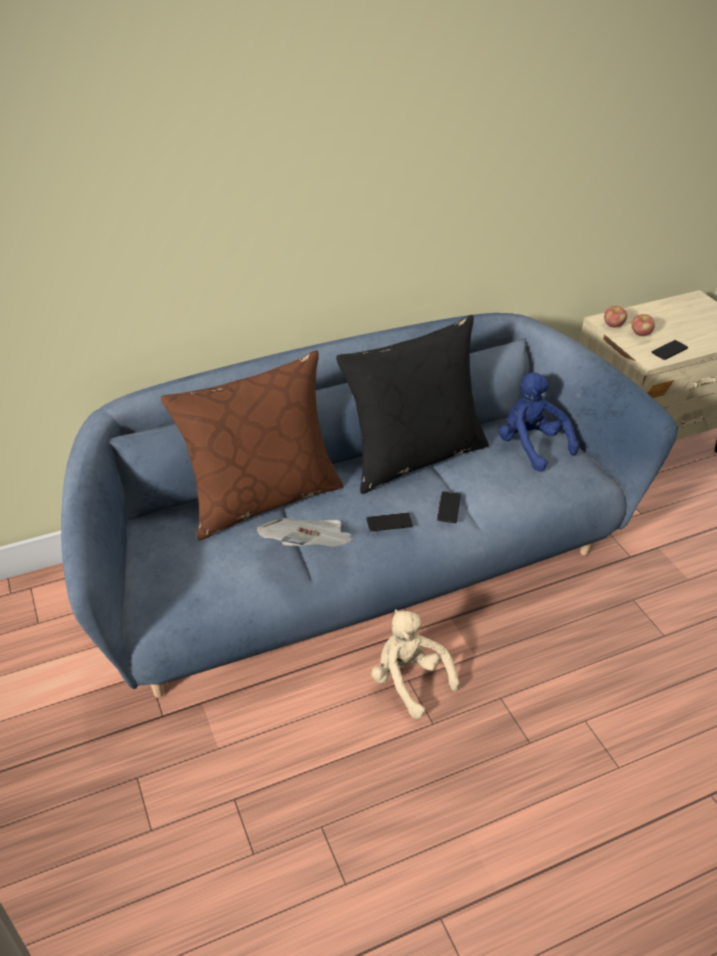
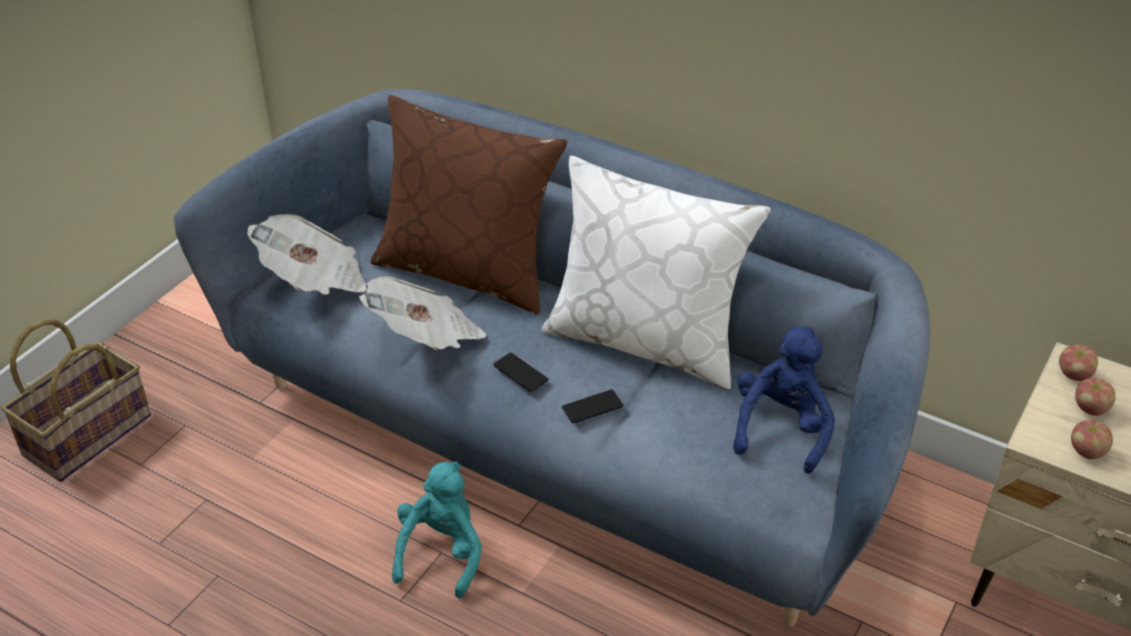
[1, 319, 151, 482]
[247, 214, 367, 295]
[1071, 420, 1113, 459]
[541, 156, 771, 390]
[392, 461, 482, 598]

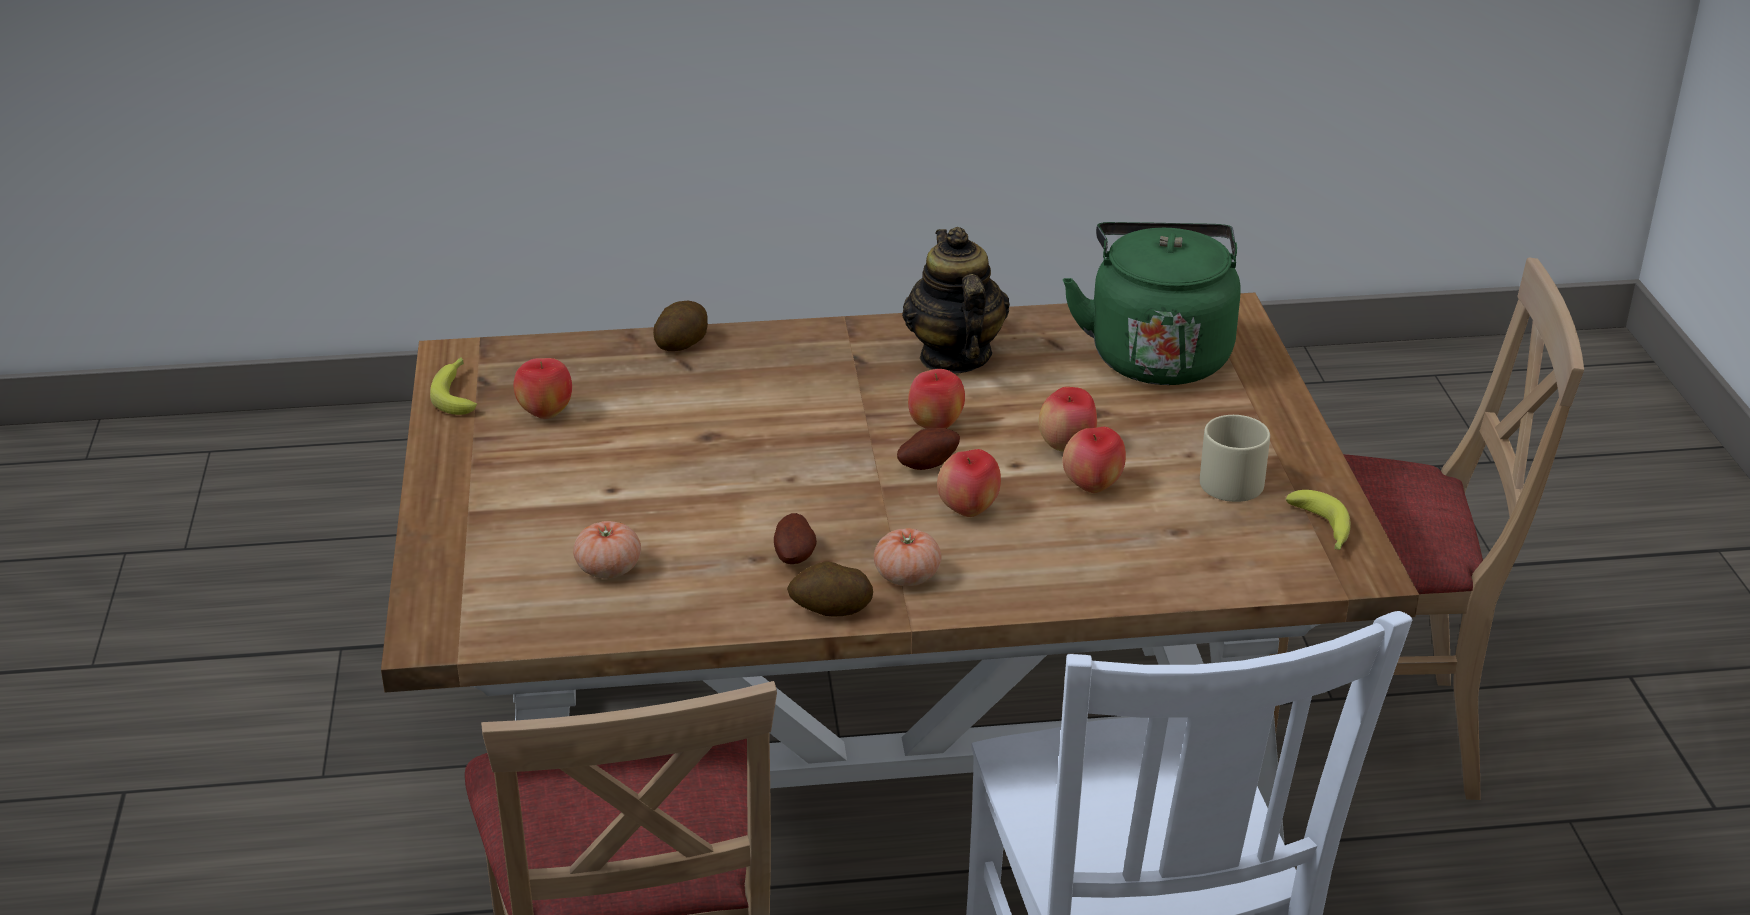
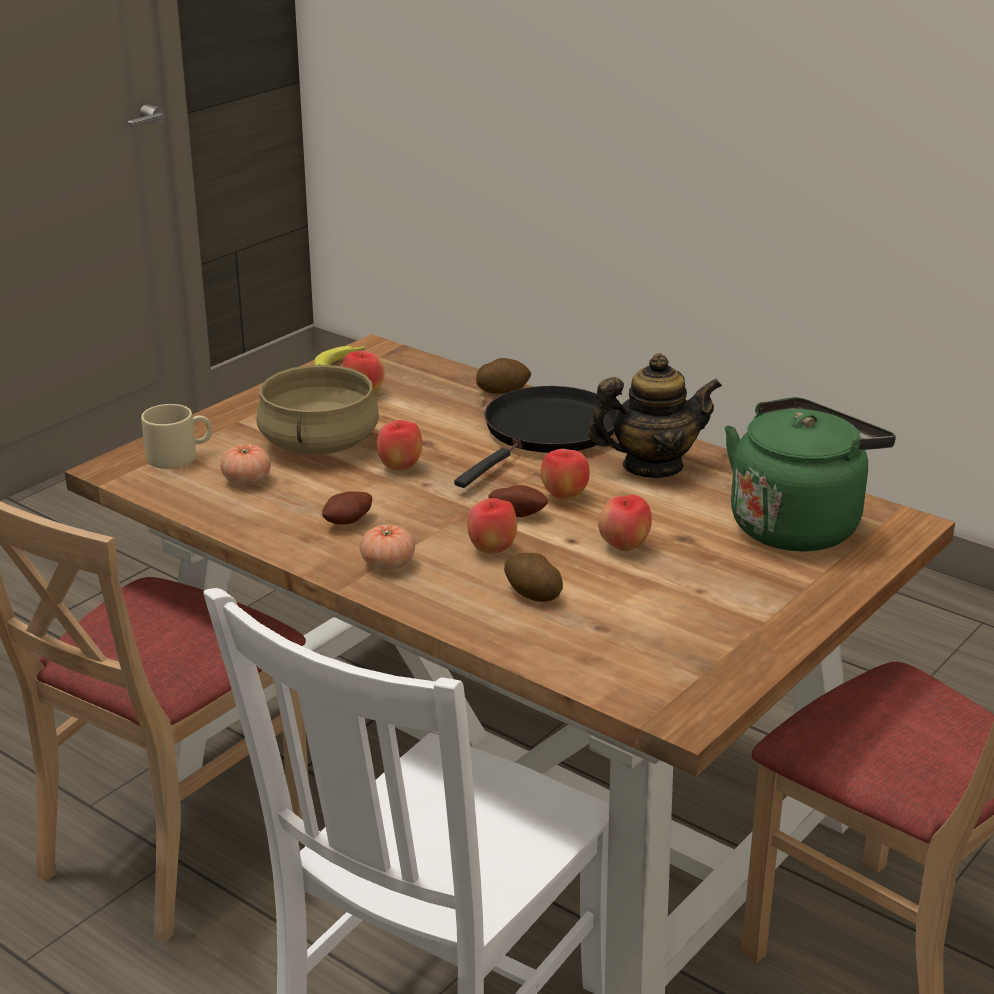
[1285, 490, 1351, 550] (first image)
[256, 364, 379, 455]
[454, 386, 618, 488]
[504, 553, 563, 602]
[377, 420, 422, 470]
[141, 404, 212, 469]
[588, 353, 722, 478]

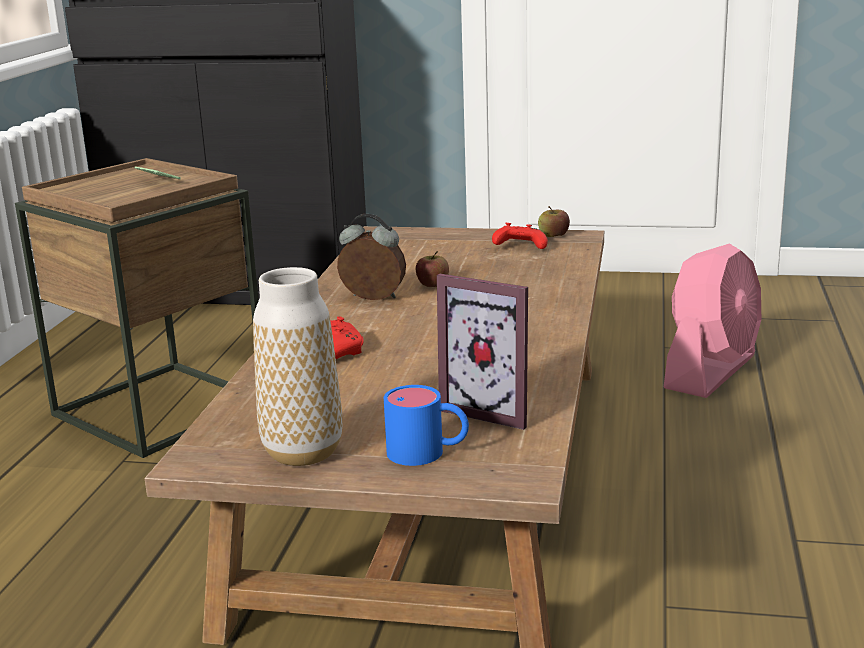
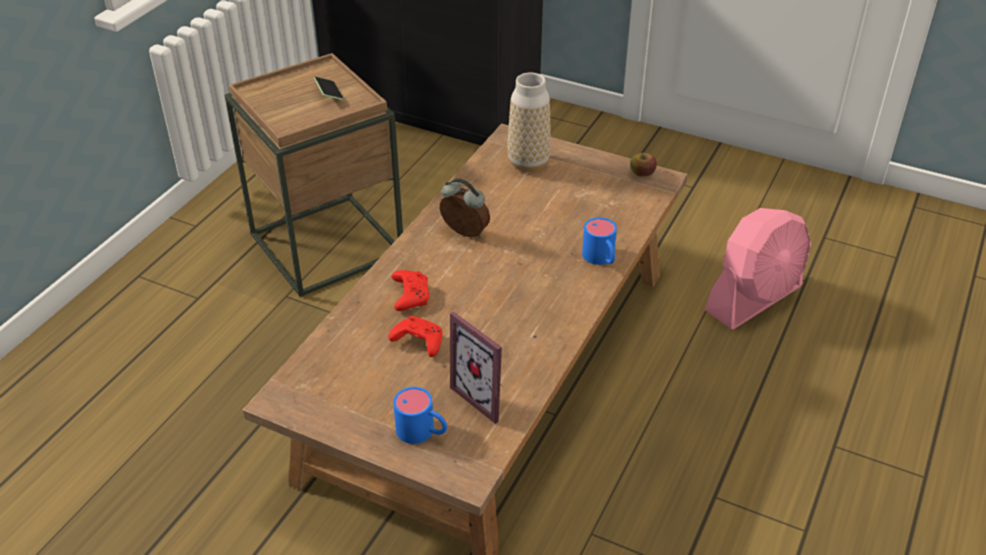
[416, 251, 449, 287] (first image)
[582, 217, 617, 265]
[507, 72, 551, 172]
[388, 316, 442, 357]

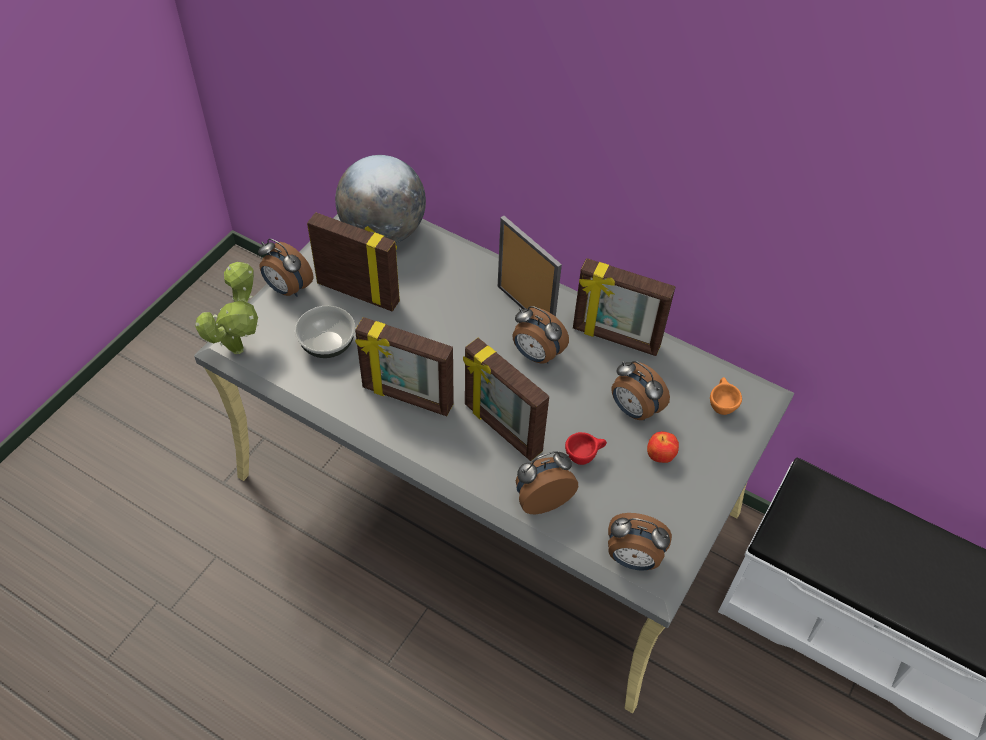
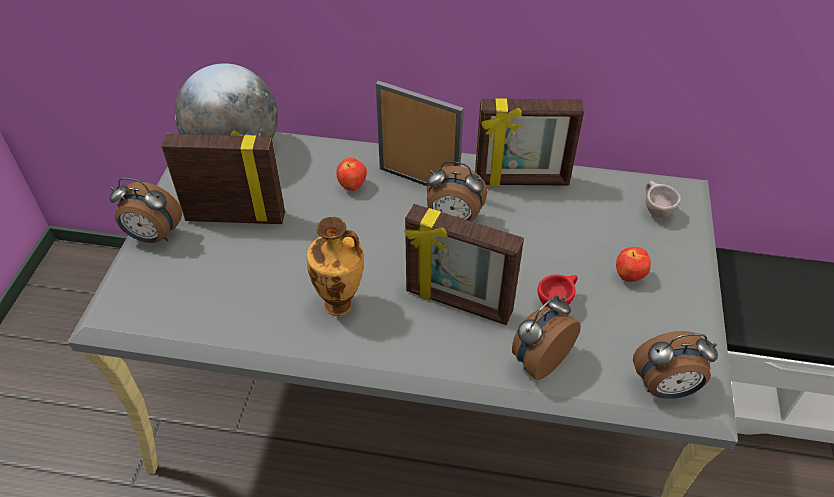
[195, 262, 258, 354] (first image)
[295, 306, 355, 358] (first image)
[612, 361, 670, 421] (first image)
[336, 158, 367, 191]
[307, 217, 364, 316]
[646, 181, 681, 218]

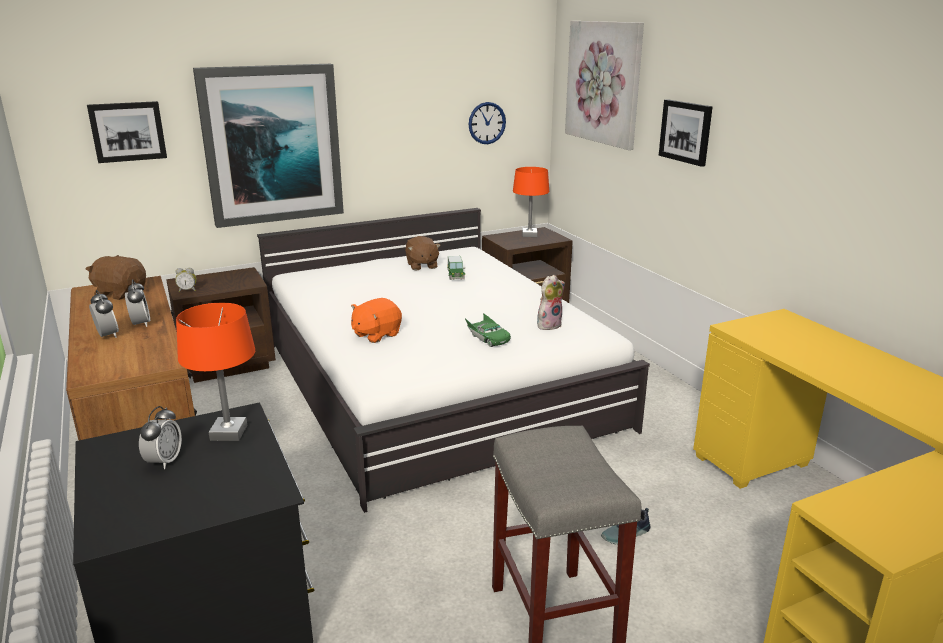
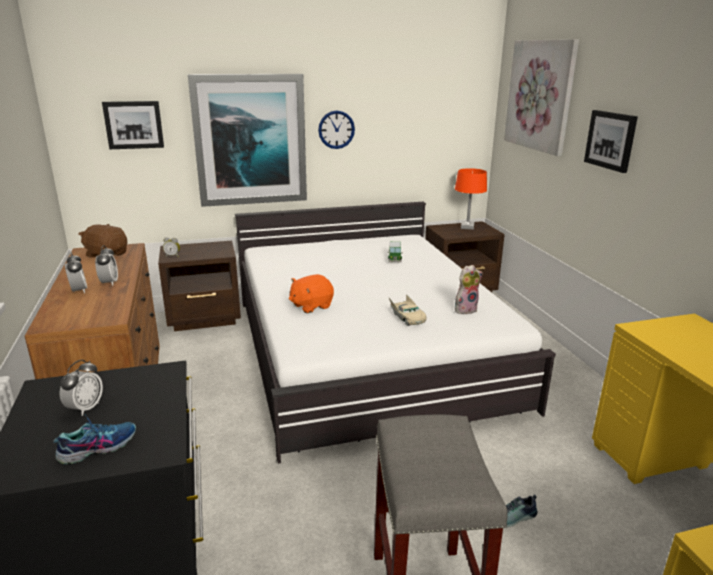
[176, 303, 255, 441] (first image)
[405, 236, 441, 271] (first image)
[53, 415, 136, 465]
[318, 110, 355, 149]
[389, 294, 427, 326]

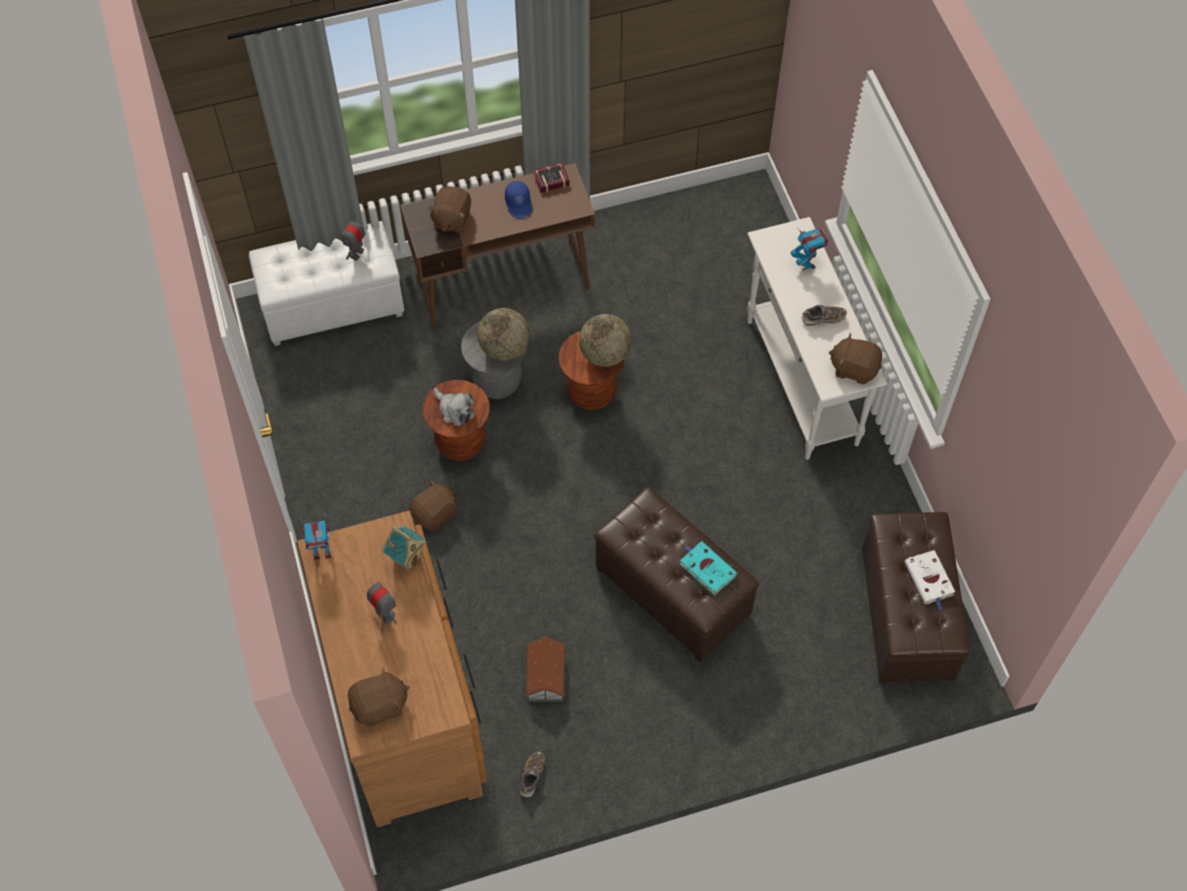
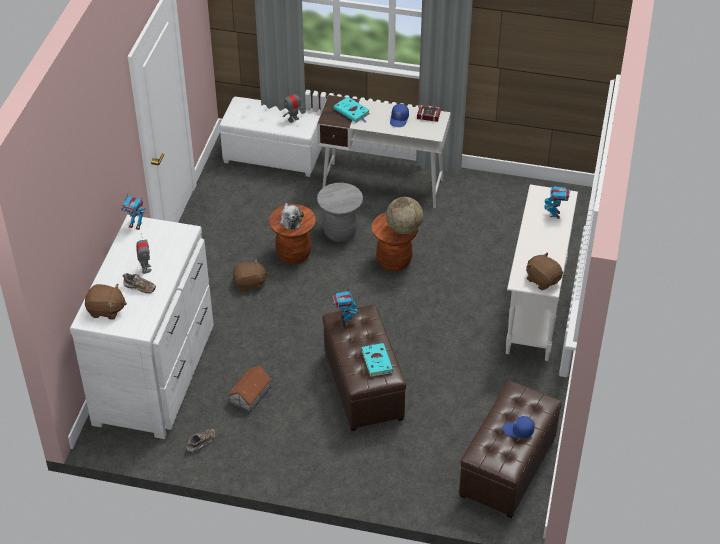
[382, 525, 426, 571] (first image)
[477, 308, 530, 361] (first image)
[332, 286, 358, 324]
[123, 273, 156, 294]
[334, 97, 369, 123]
[503, 416, 534, 438]
[70, 215, 214, 439]
[317, 95, 451, 208]

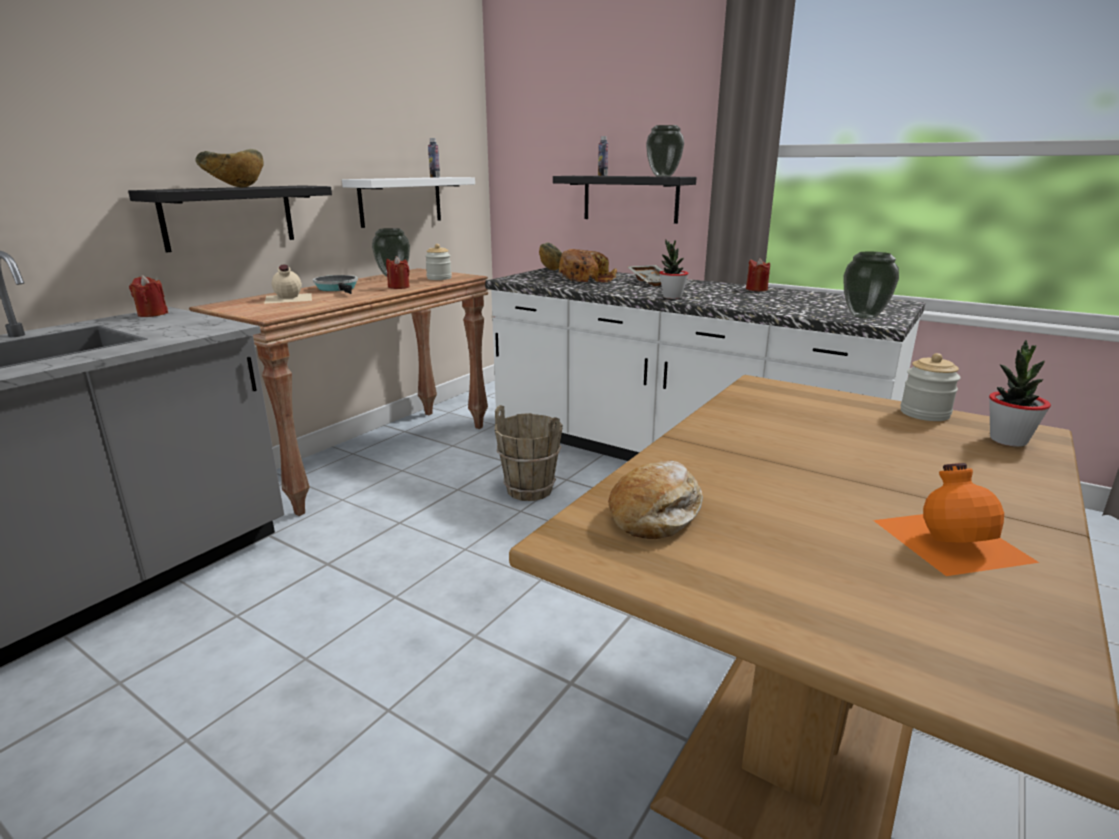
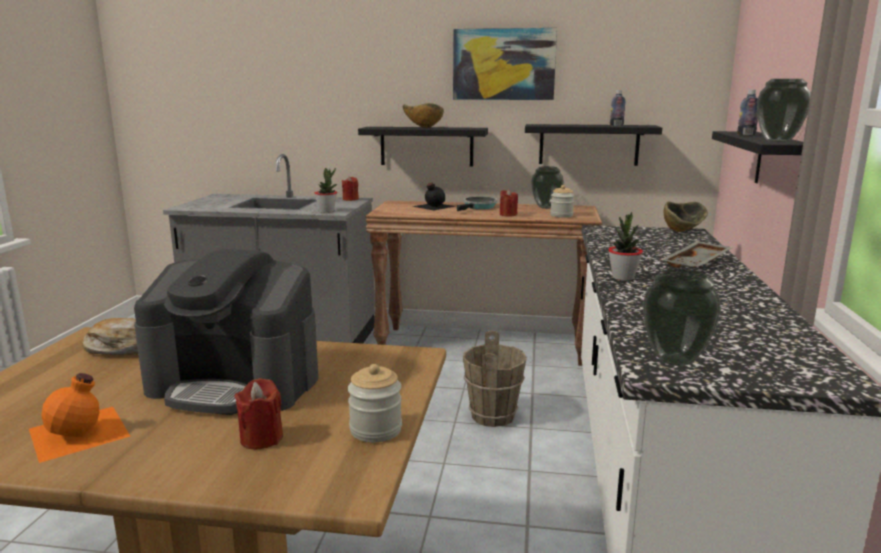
[559, 249, 617, 282] (first image)
[134, 249, 319, 415]
[453, 28, 557, 100]
[235, 378, 283, 449]
[315, 168, 337, 213]
[412, 182, 456, 210]
[525, 124, 662, 166]

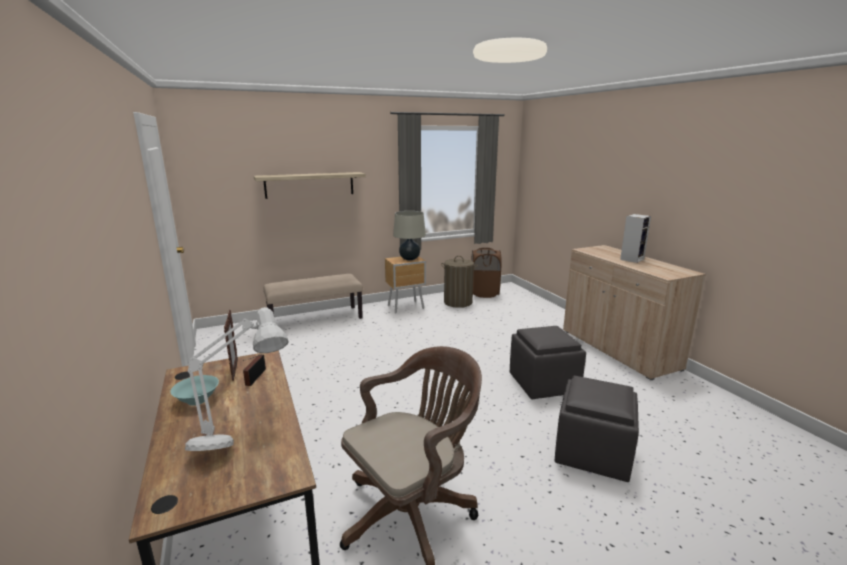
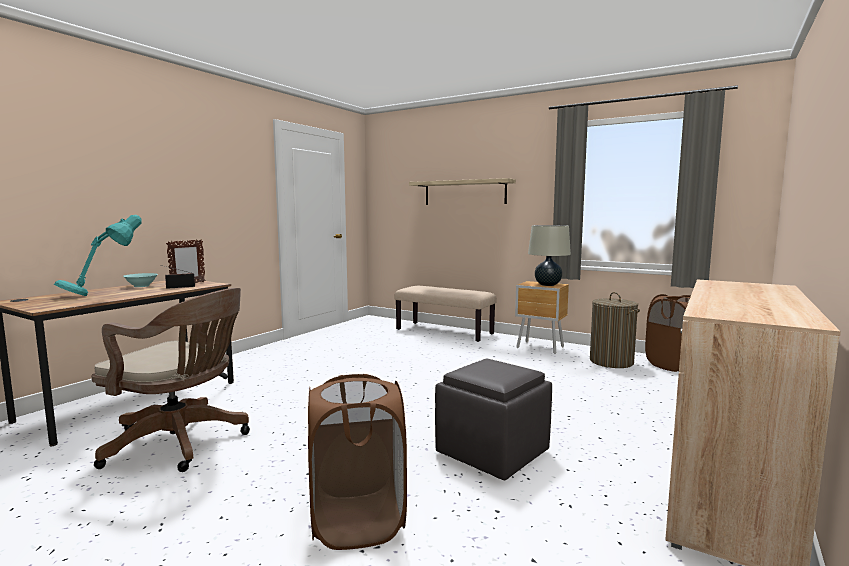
[620, 214, 651, 263] (first image)
[308, 374, 407, 550]
[54, 215, 142, 296]

